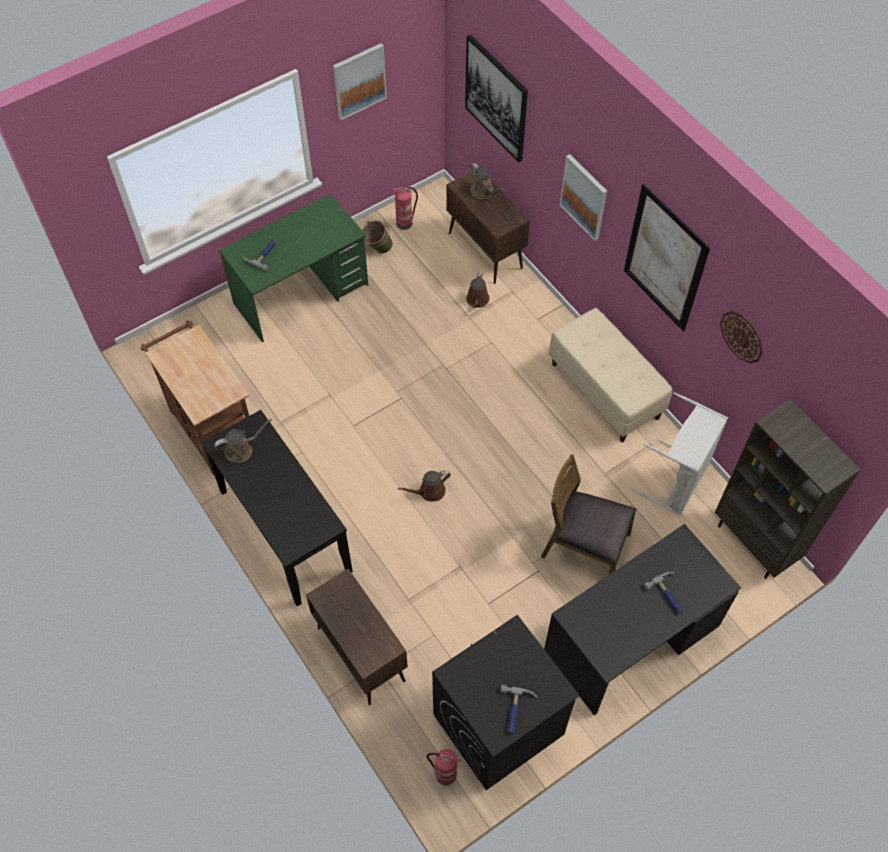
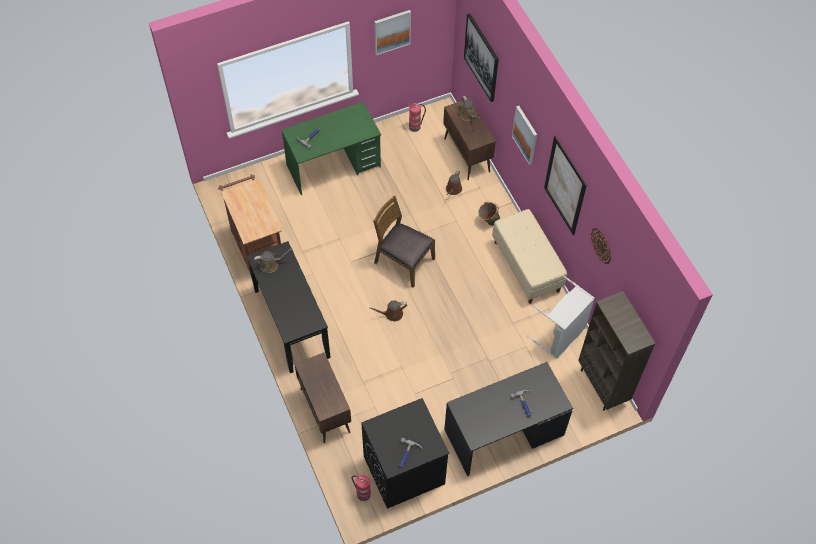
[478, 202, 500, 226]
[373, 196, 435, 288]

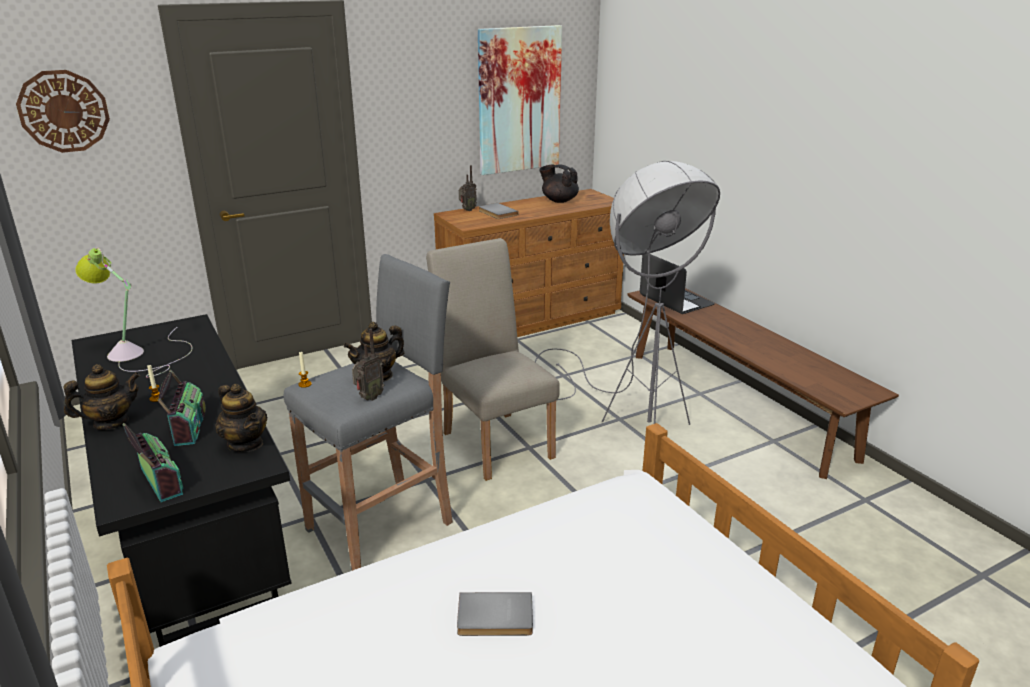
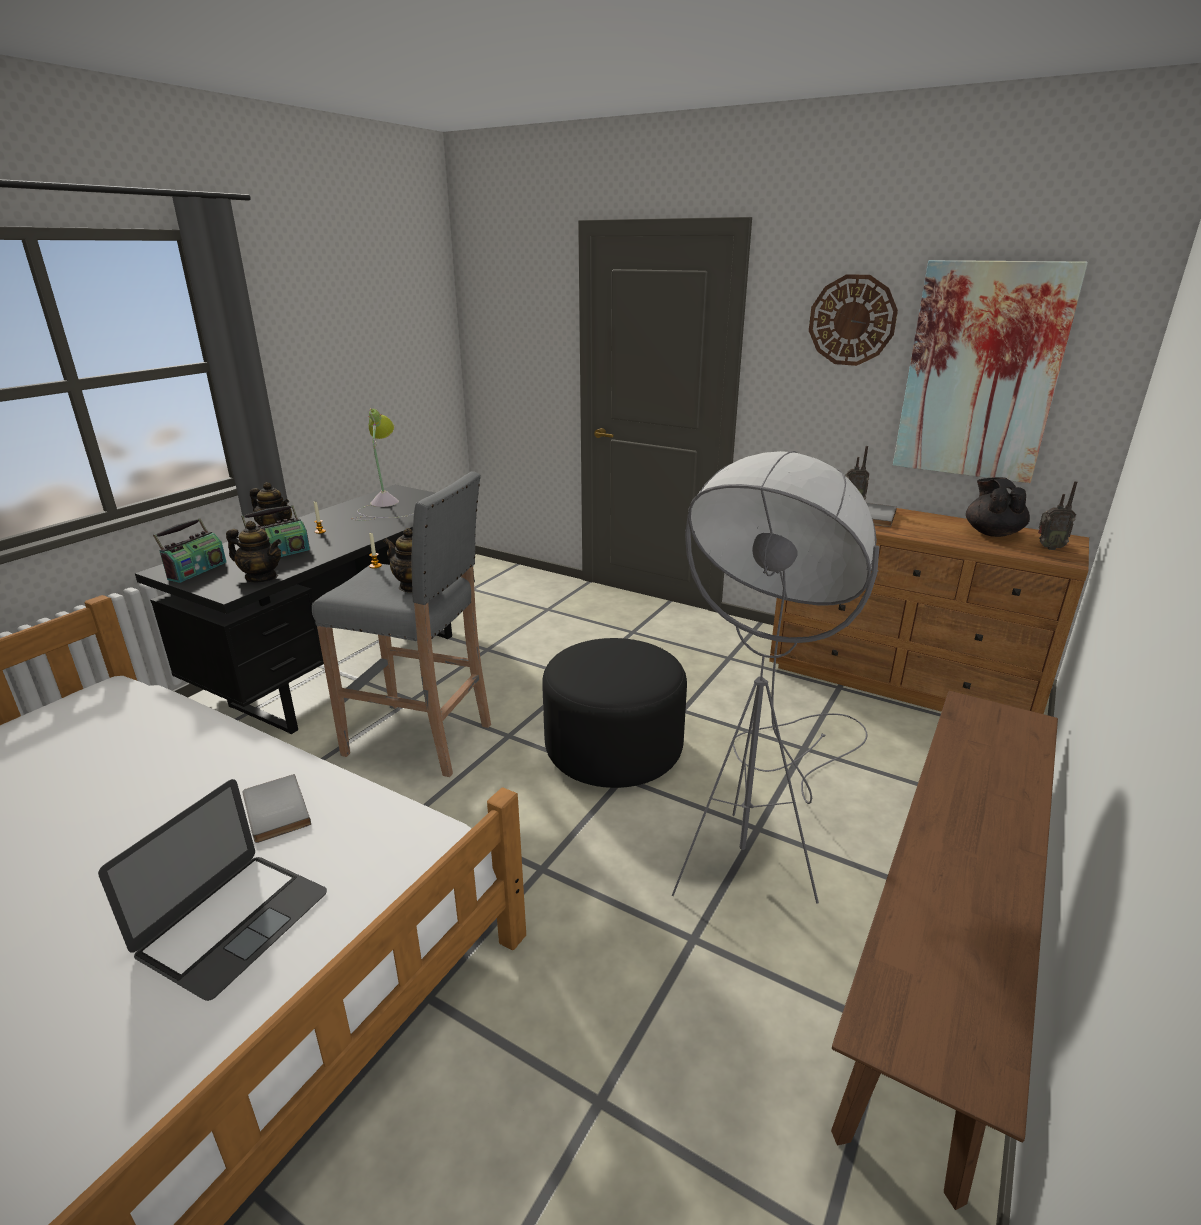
[809, 274, 898, 366]
[1038, 481, 1077, 550]
[242, 774, 311, 843]
[98, 779, 327, 1001]
[542, 638, 687, 788]
[226, 521, 282, 582]

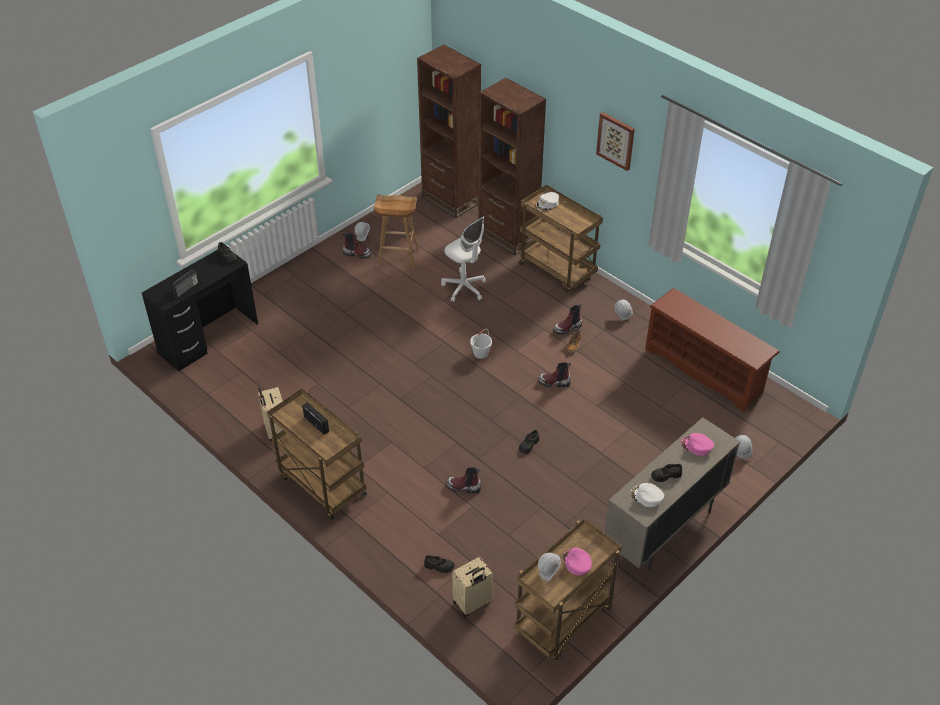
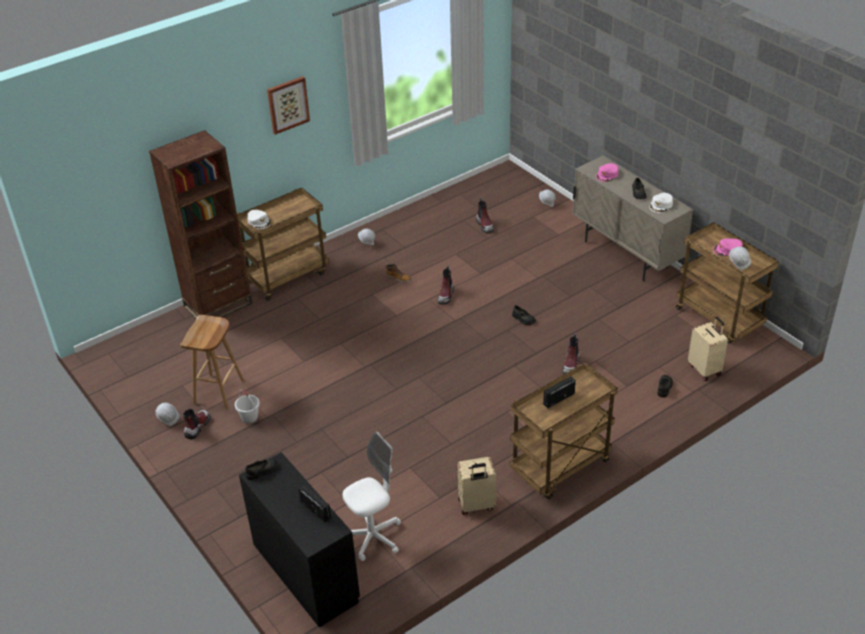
[417, 44, 481, 218] (first image)
[645, 288, 779, 412] (first image)
[343, 432, 401, 561]
[235, 390, 260, 424]
[476, 197, 494, 233]

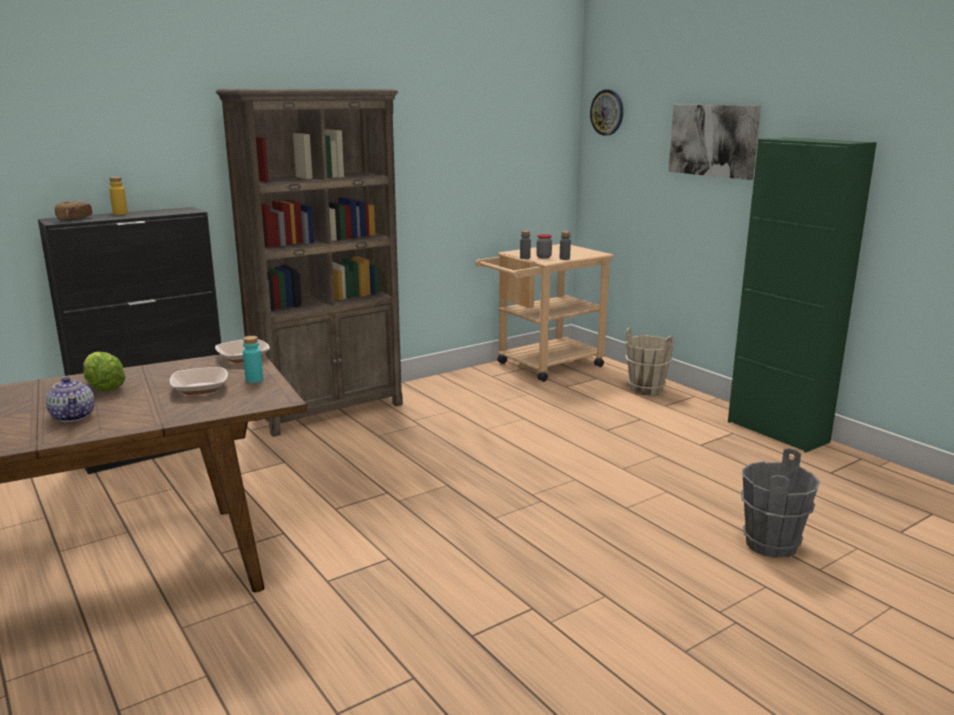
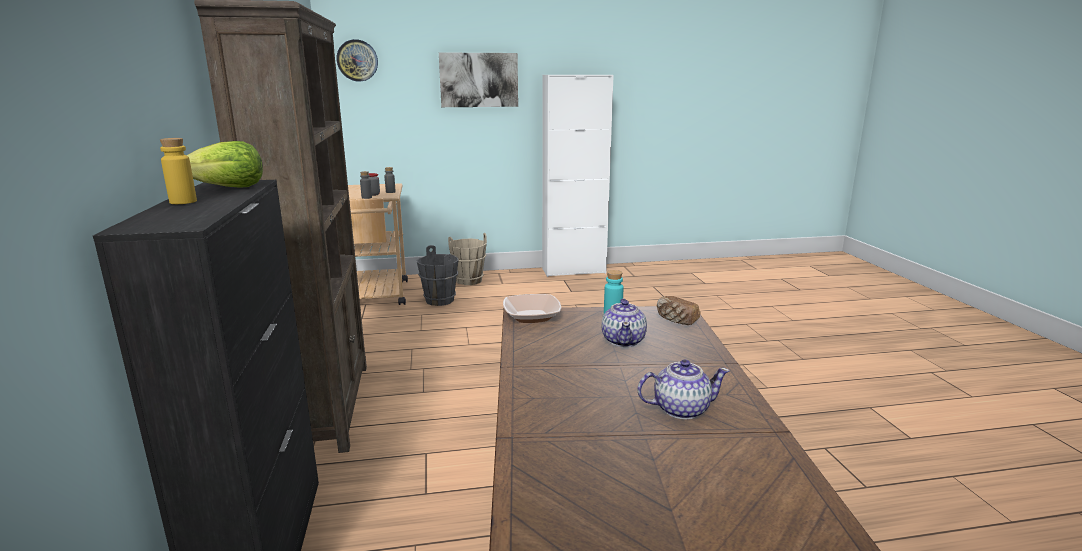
[657, 296, 700, 325]
[186, 141, 263, 188]
[417, 245, 458, 306]
[601, 298, 647, 347]
[542, 75, 614, 277]

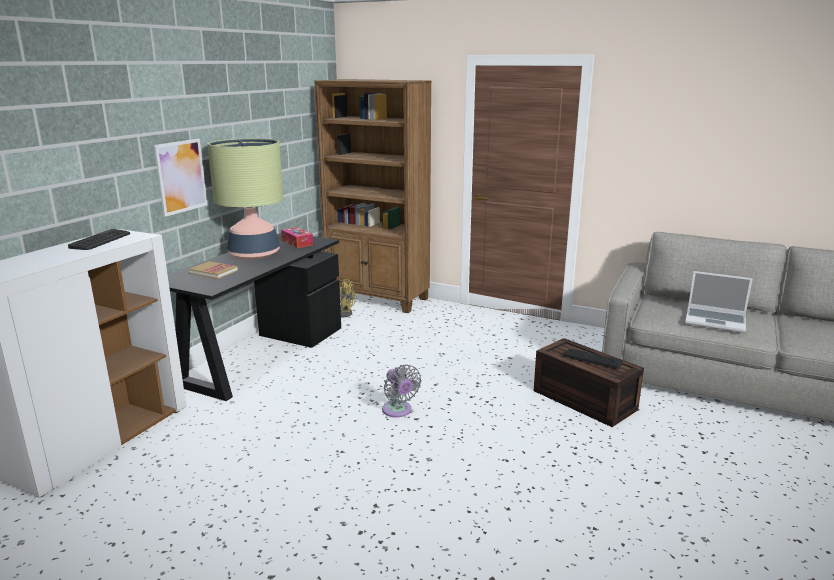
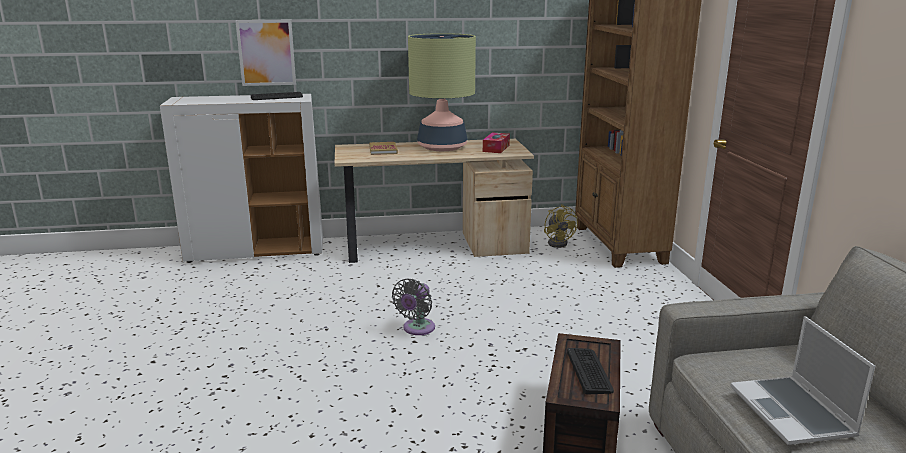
[235, 20, 296, 86]
[335, 139, 534, 263]

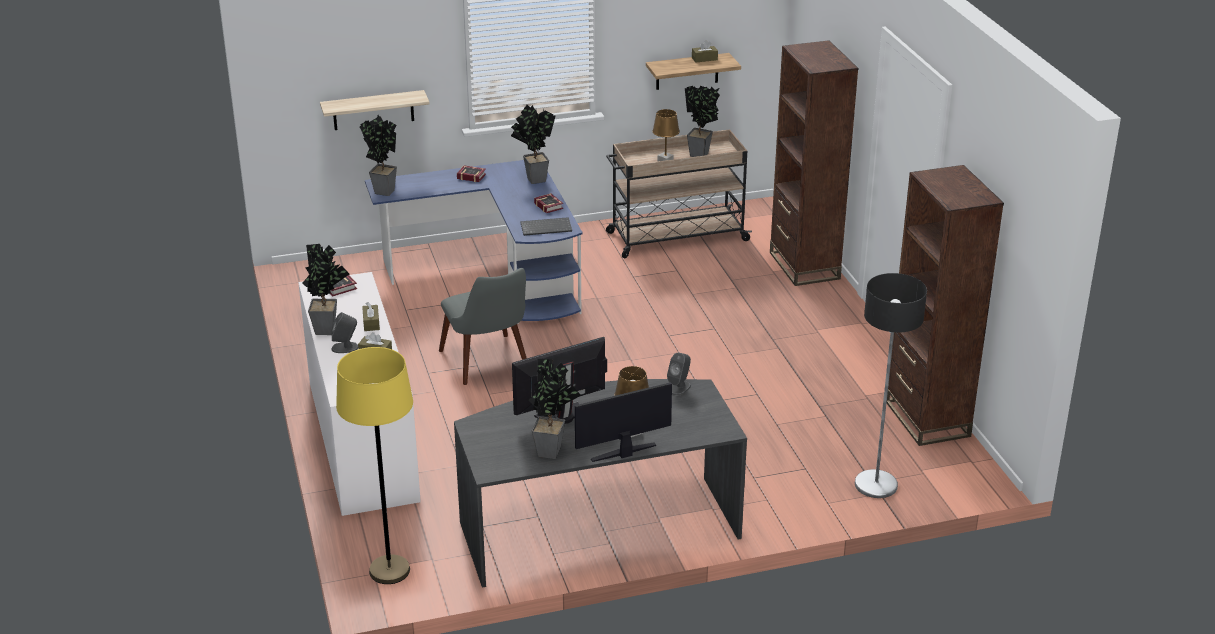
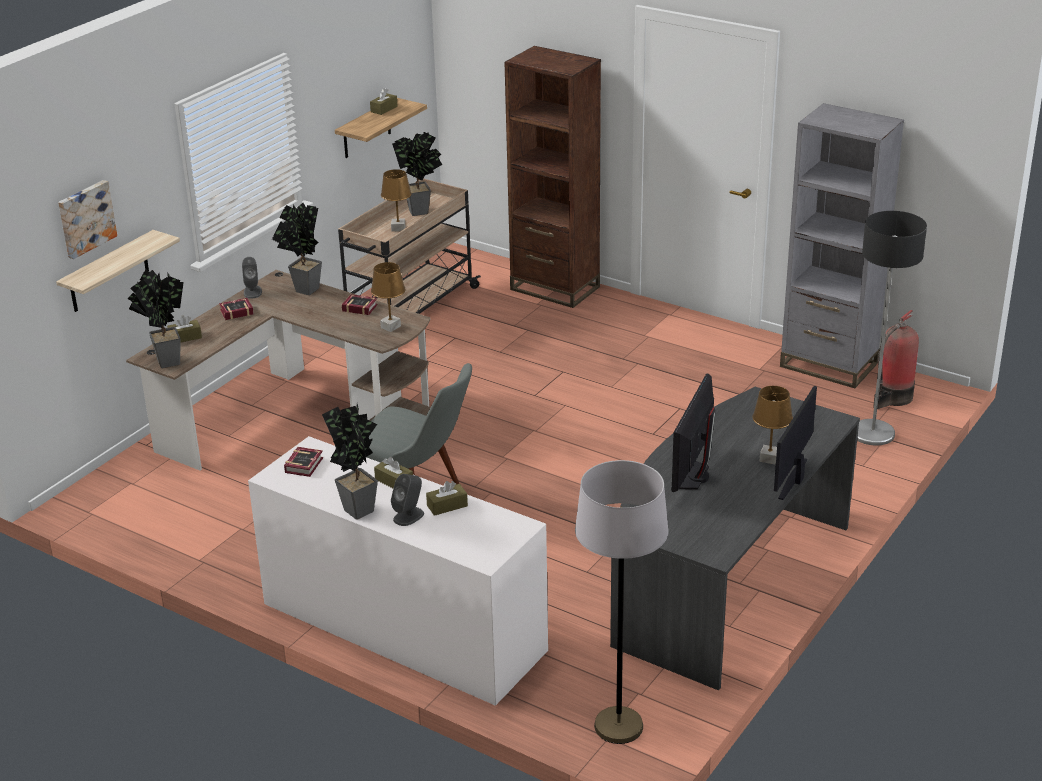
[528, 359, 581, 459] (first image)
[58, 180, 117, 259]
[167, 315, 202, 343]
[873, 310, 919, 409]
[242, 257, 262, 299]
[371, 262, 406, 332]
[575, 460, 669, 744]
[126, 270, 430, 471]
[780, 103, 904, 388]

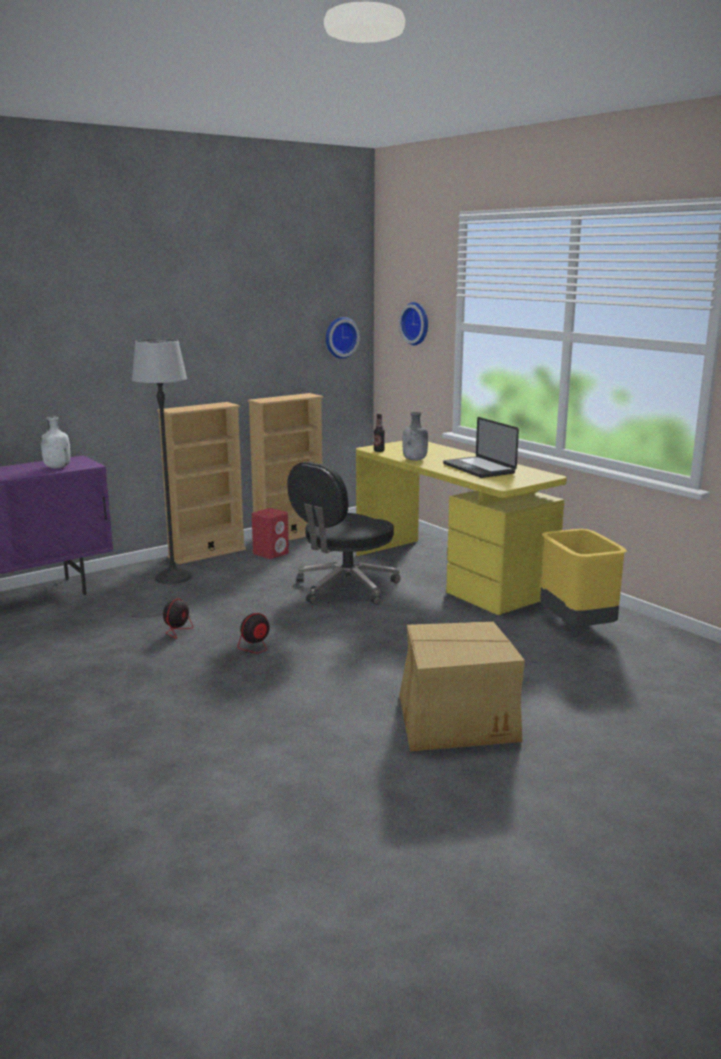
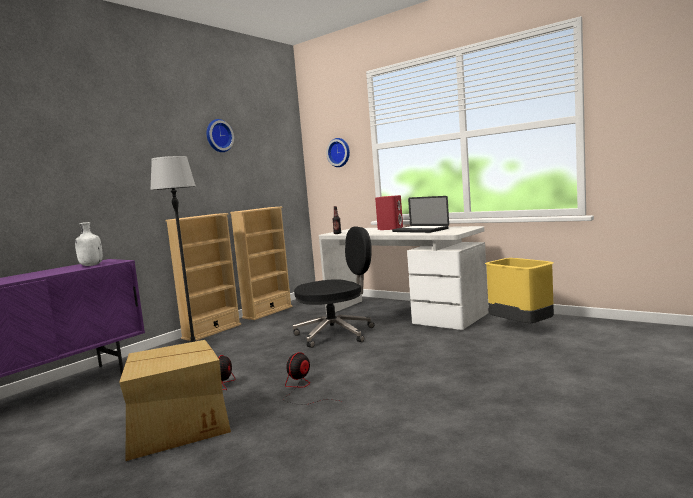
[403, 412, 428, 461] (first image)
[375, 195, 403, 230]
[207, 119, 234, 152]
[119, 340, 231, 461]
[319, 226, 488, 330]
[293, 227, 374, 348]

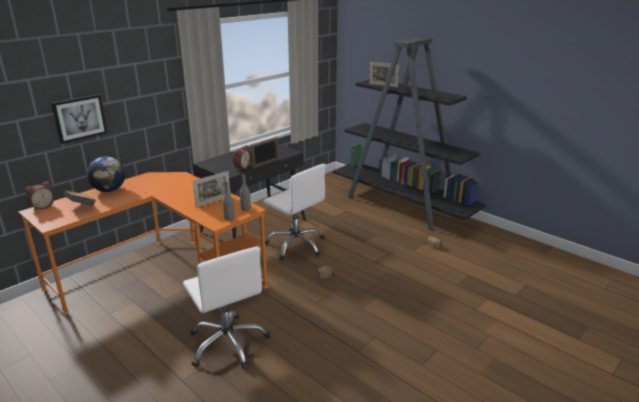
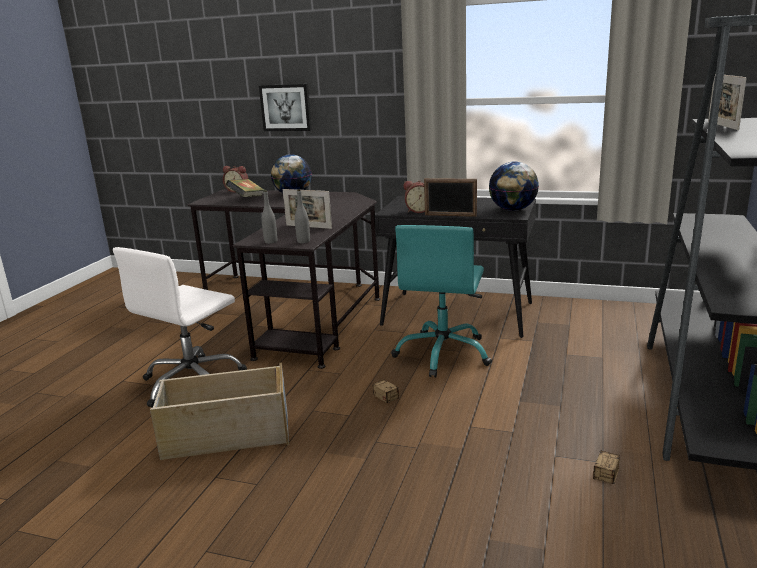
[150, 363, 289, 460]
[489, 162, 539, 211]
[187, 189, 381, 369]
[391, 225, 492, 378]

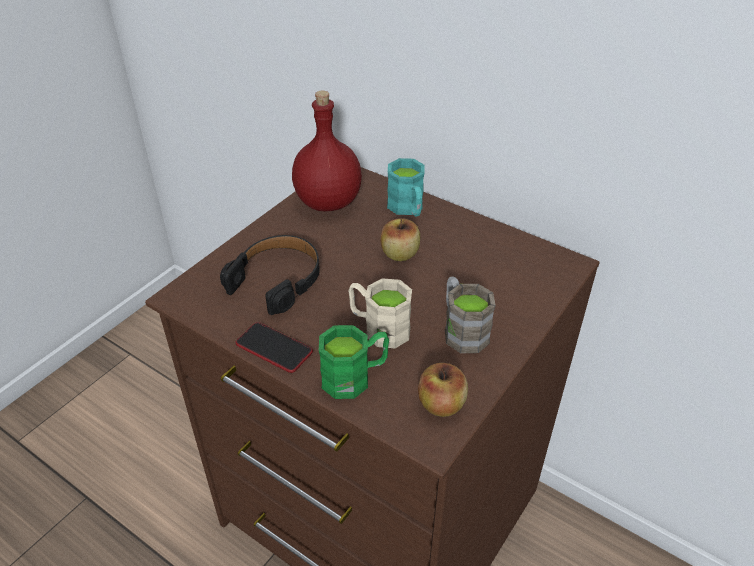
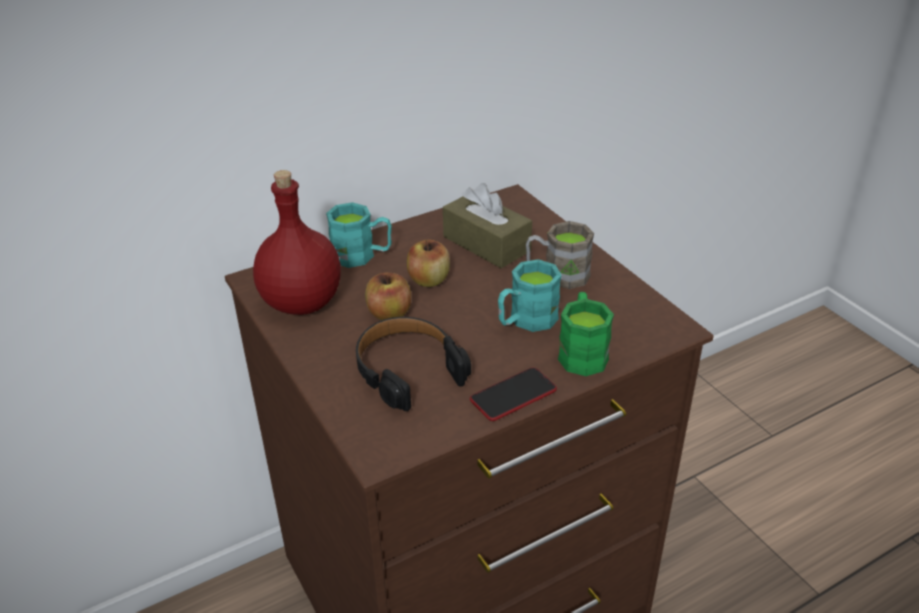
[443, 183, 532, 268]
[365, 273, 411, 320]
[498, 259, 562, 332]

